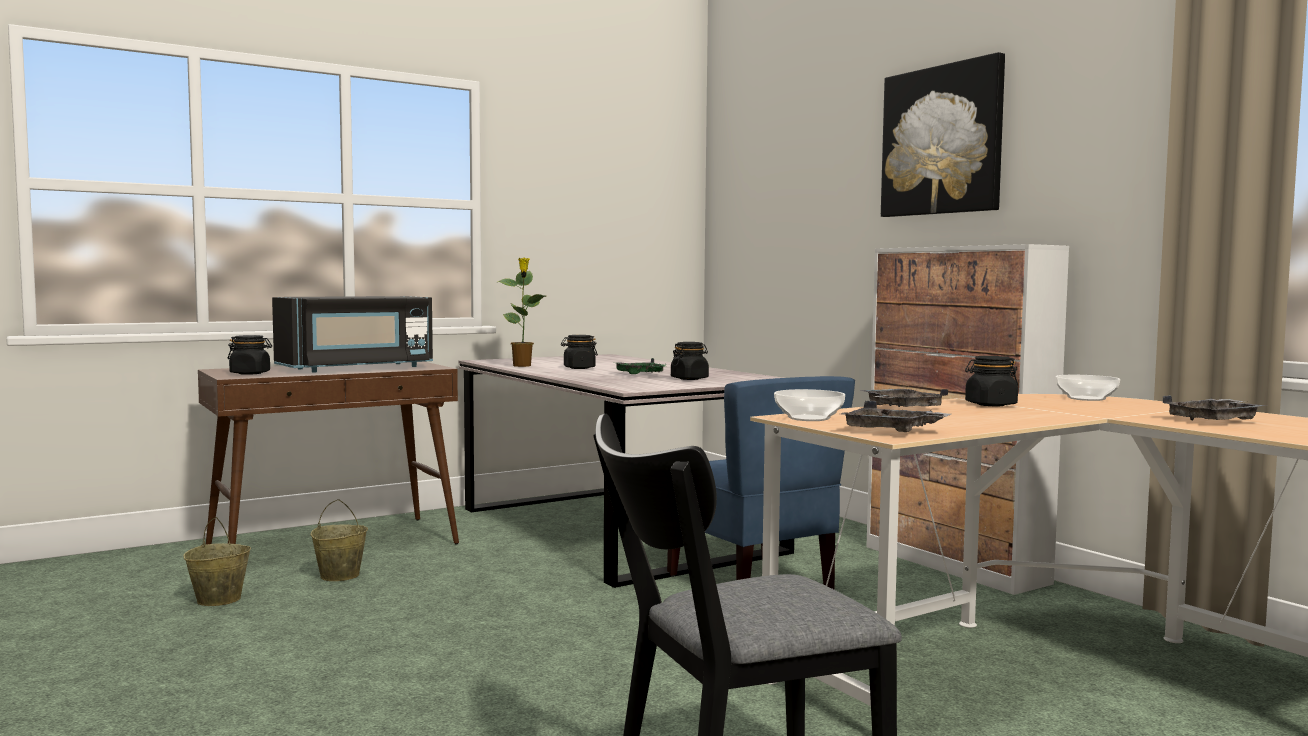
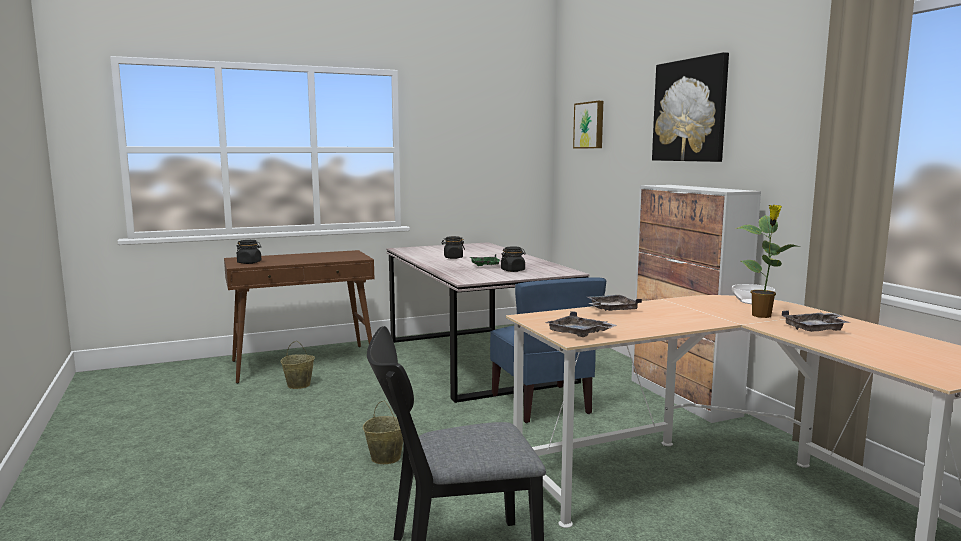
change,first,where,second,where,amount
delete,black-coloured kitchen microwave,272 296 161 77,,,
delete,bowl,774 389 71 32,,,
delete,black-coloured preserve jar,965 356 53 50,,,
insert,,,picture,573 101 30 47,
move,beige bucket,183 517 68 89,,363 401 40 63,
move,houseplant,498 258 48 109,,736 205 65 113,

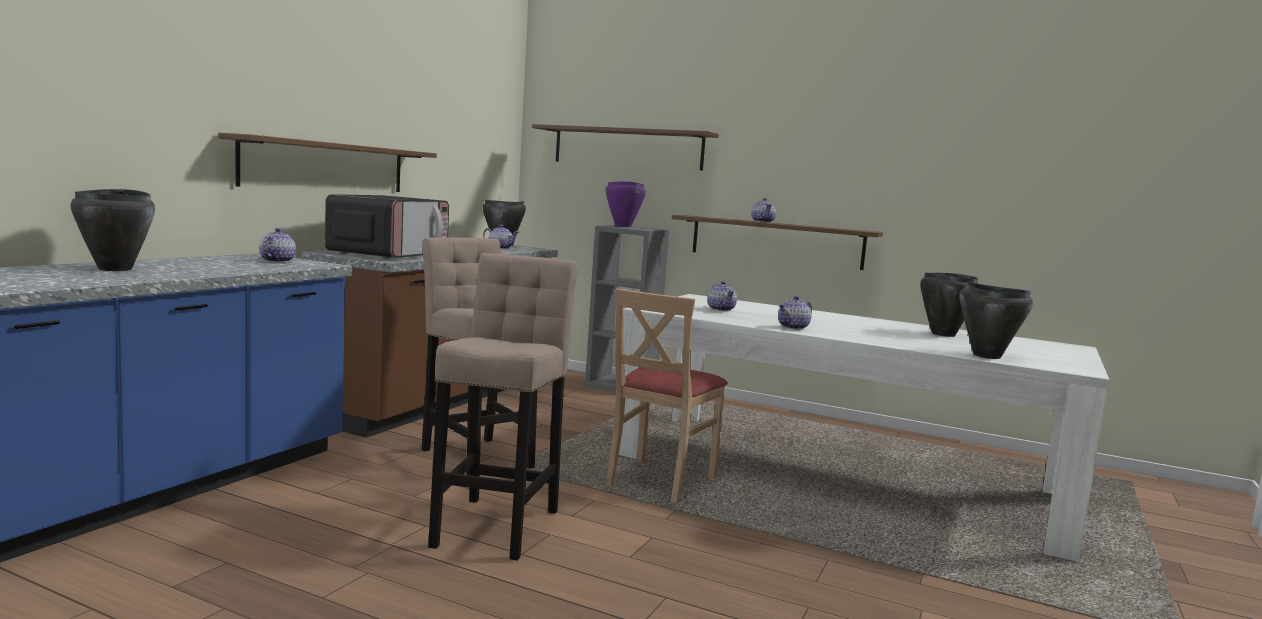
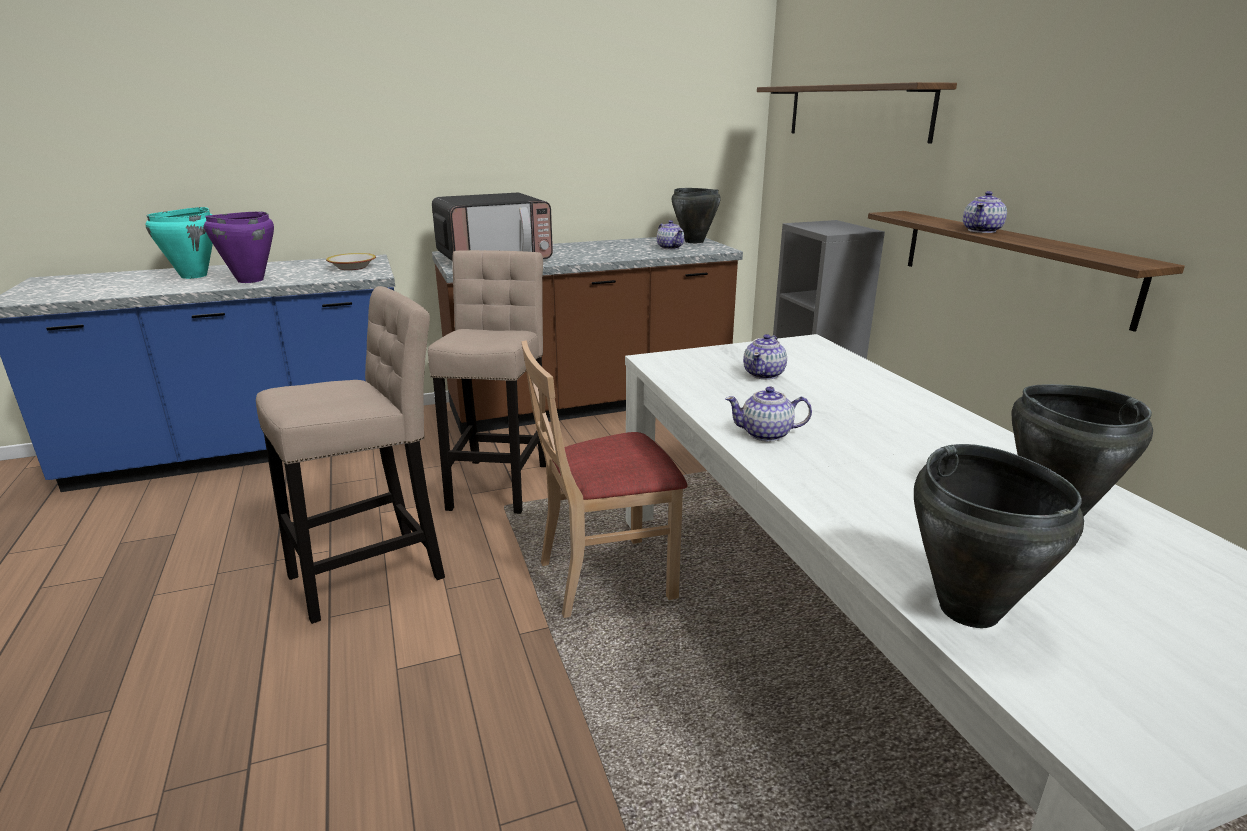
change,first,where,second,where,amount
delete,shelf,219 133 218 59,,,
move,purple saucepot,605 182 41 45,,204 211 70 72,
replace,pot for tea,259 228 37 34,bowl,326 253 50 17,
recolor,black-coloured saucepot,71 189 84 82,turquoise-coloured saucepot,145 207 68 72,

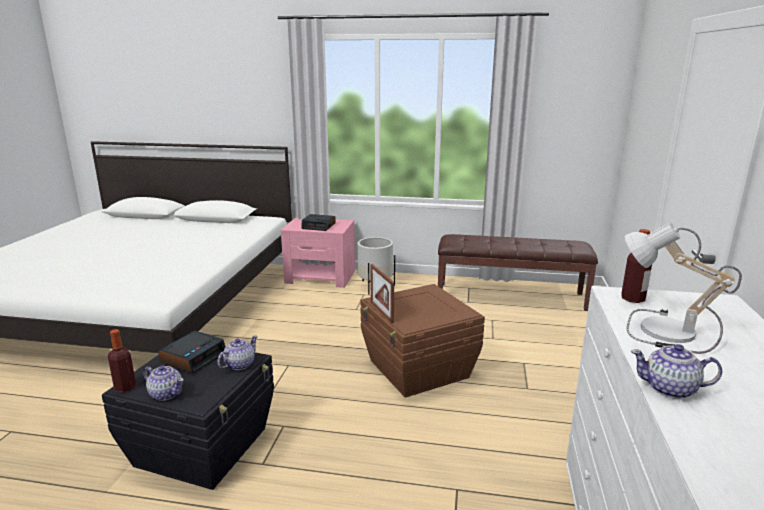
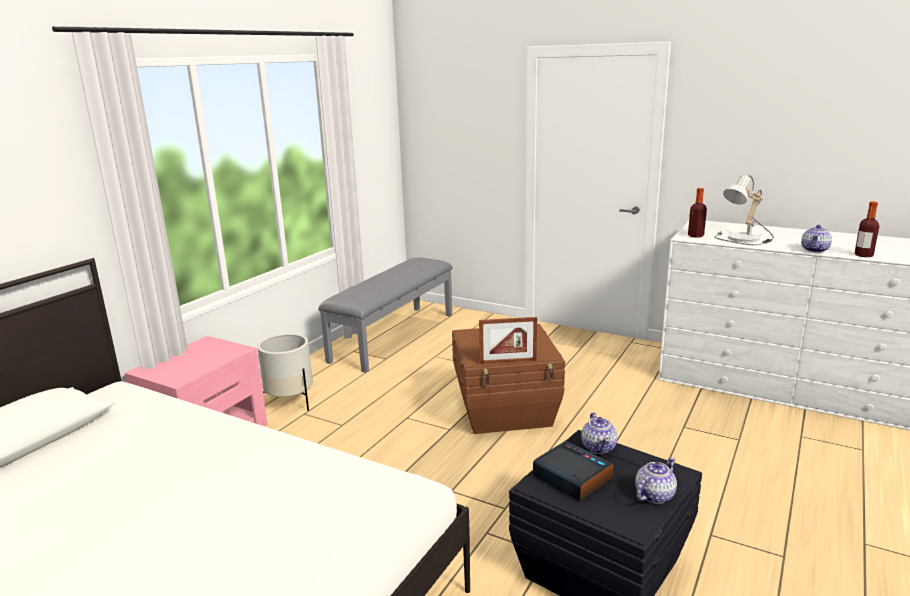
change,first,where,second,where,amount
delete,alarm clock,301 214 35 17,,,
move,drink bottle,108 329 28 63,,855 202 24 55,
recolor,brown-coloured indoor bench,438 234 160 77,grey indoor bench,318 258 135 115,
rotate,pot for tea,217 336 41 34,,581 412 37 42,150 degrees counterclockwise

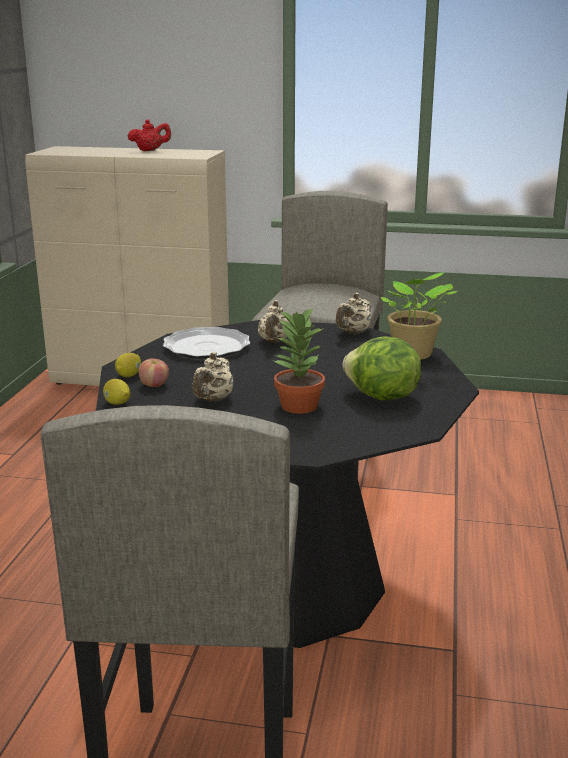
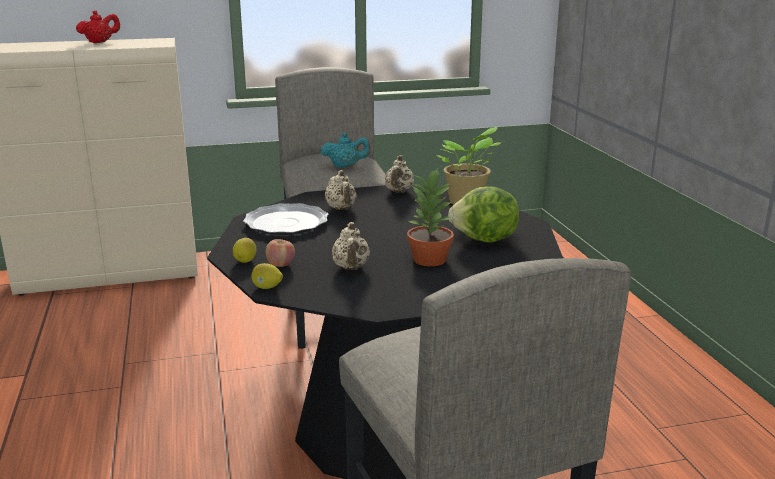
change,first,where,second,where,amount
insert,,,turquoise-coloured pot for tea,321 133 50 35,

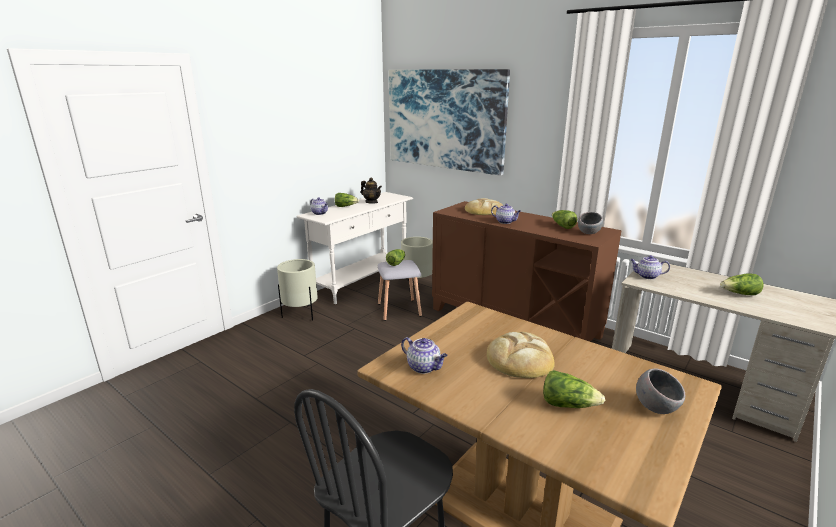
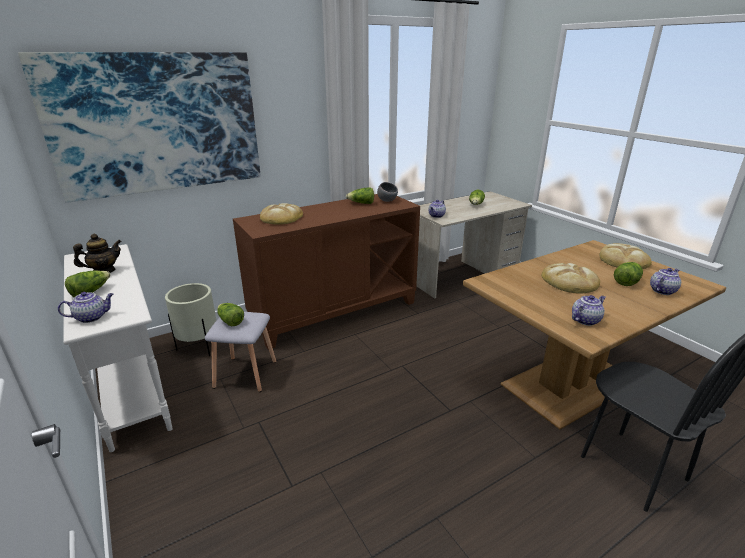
change,first,where,second,where,amount
delete,beige plant pot,277 259 41 62,,,
move,pot for tea,491 204 30 20,,650 268 31 27,
replace,grey bowl,636 368 49 46,baked bread,599 243 53 26,

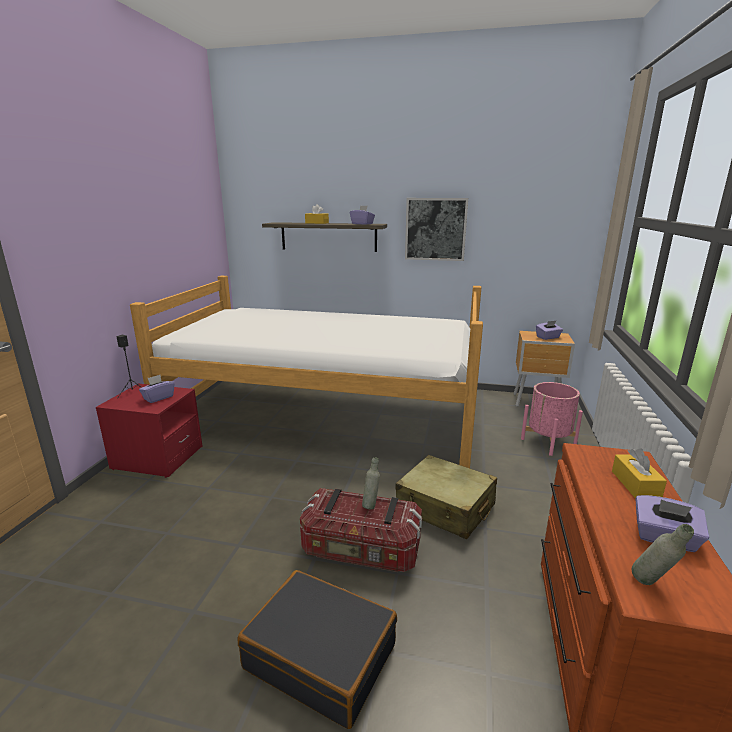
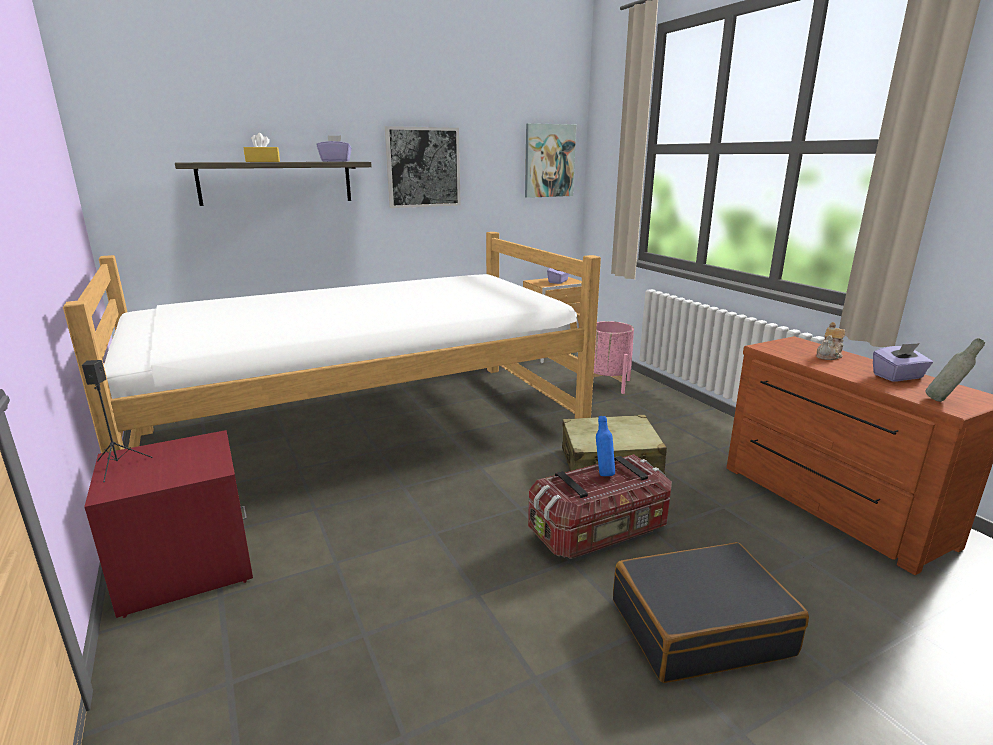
change,first,where,second,where,amount
delete,purple box of tissues,139 375 36 28,,,
insert,,,picture,525 123 51 75,
replace,yellow-coloured box of tissues,612 448 55 51,pot for tea,816 322 29 38,
recolor,grey drink bottle,362 457 18 52,bluish drink bottle,596 415 19 61,

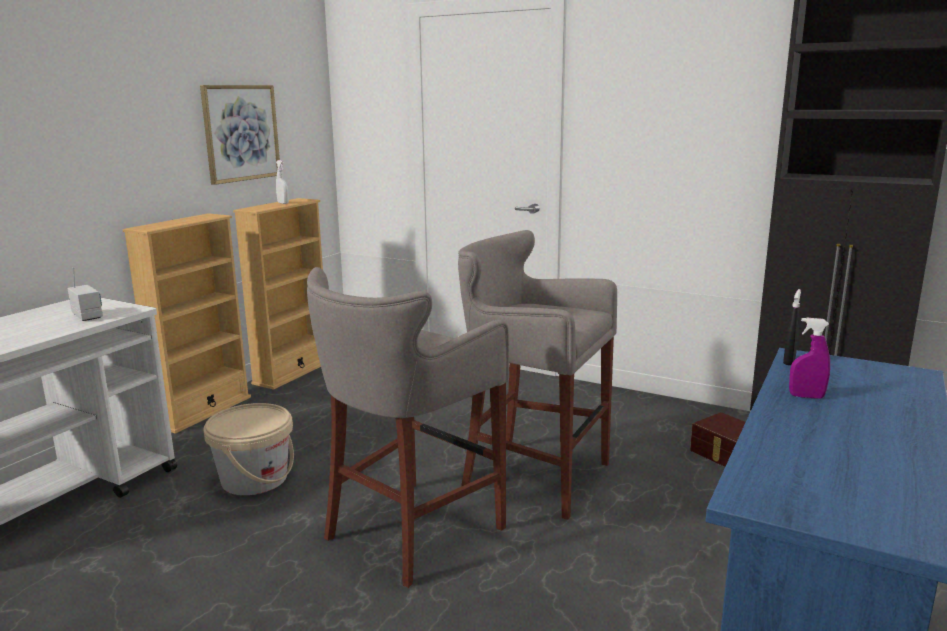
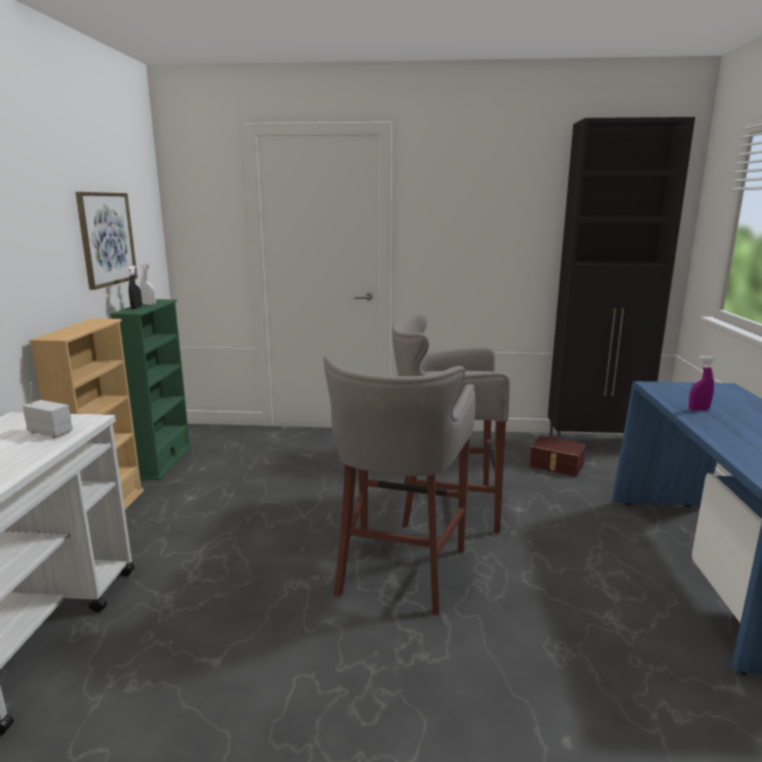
change,first,where,second,where,amount
delete,beige bucket,203 403 91 92,,,
move,black-coloured spray bottle,783 289 18 76,,128 265 14 44,
recolor,beige shelving unit,233 198 90 192,green-coloured shelving unit,110 299 82 181,

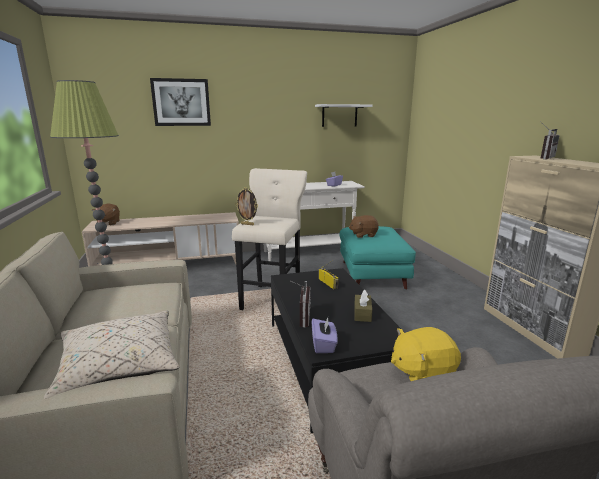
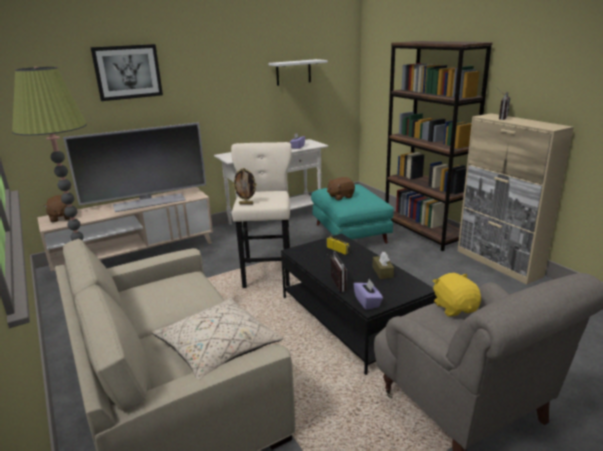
change,first,where,second,where,amount
insert,,,television,63 122 143 90,
insert,,,brown-coloured shelving unit,385 41 108 210,
rotate,yellow-coloured plush toy,391 327 70 54,,433 273 48 44,105 degrees clockwise

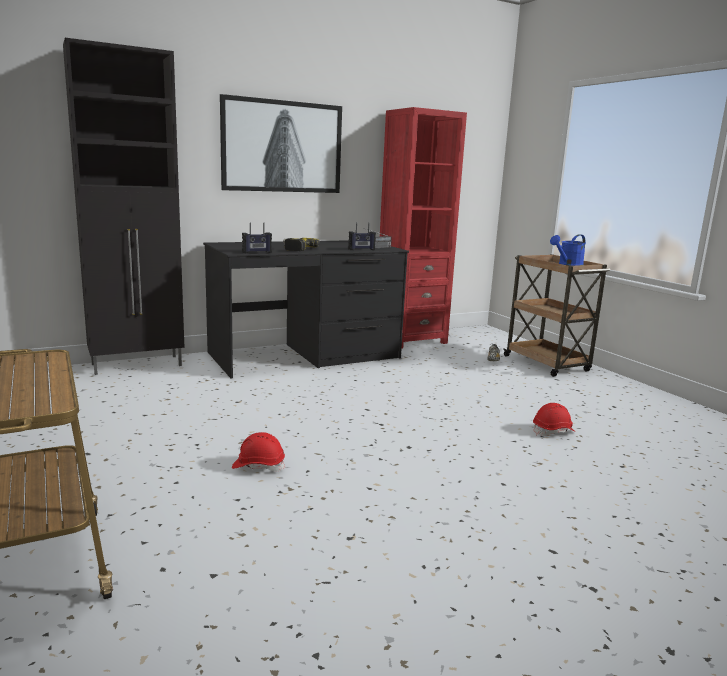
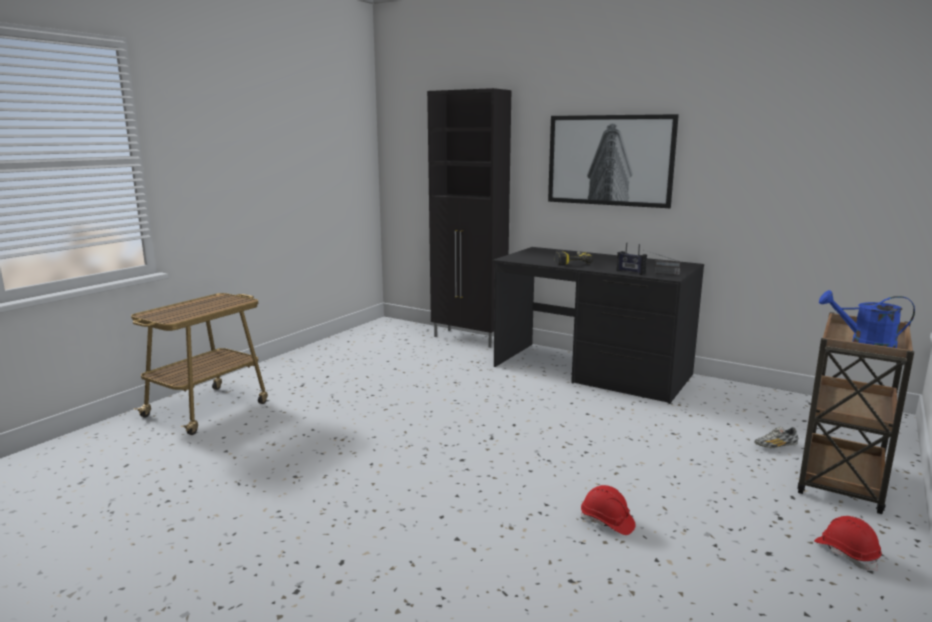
change,first,where,second,where,amount
delete,radio receiver,242 223 30 30,,,
delete,red-coloured shelving unit,380 107 87 242,,,
move,red-coloured hard hat,232 432 53 39,,814 516 68 55,

